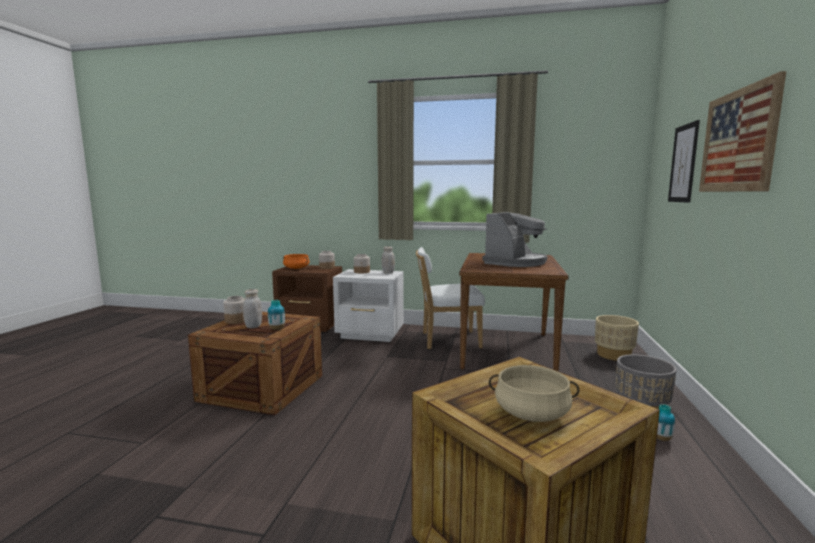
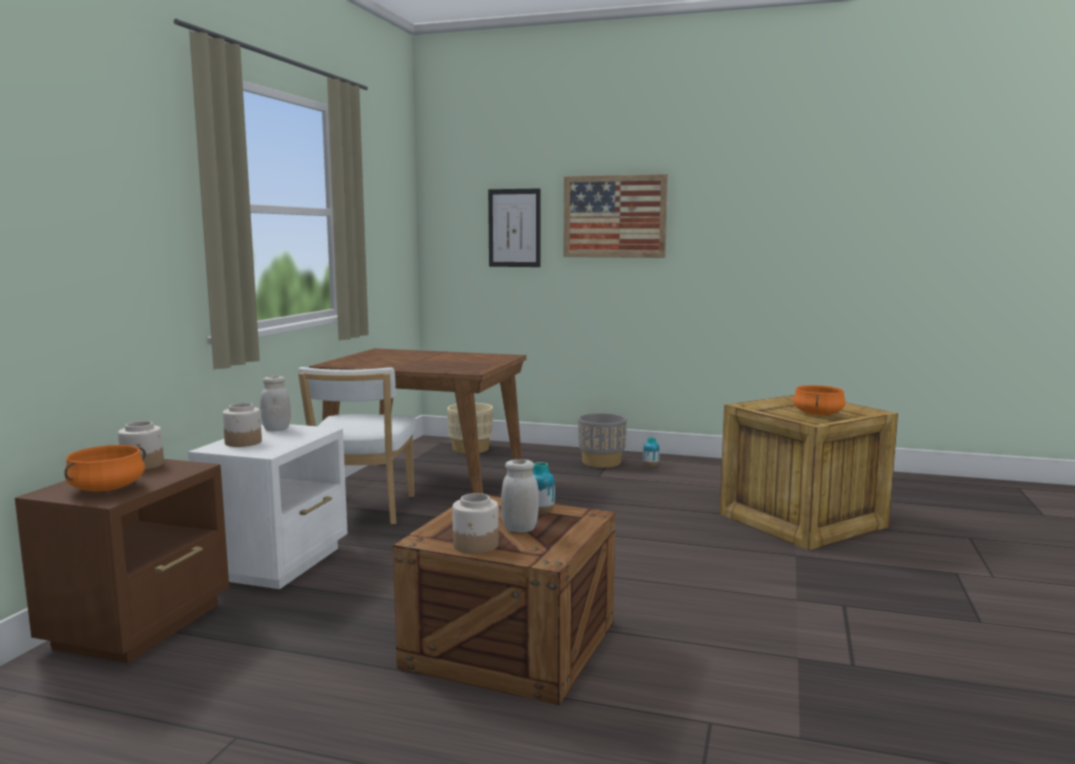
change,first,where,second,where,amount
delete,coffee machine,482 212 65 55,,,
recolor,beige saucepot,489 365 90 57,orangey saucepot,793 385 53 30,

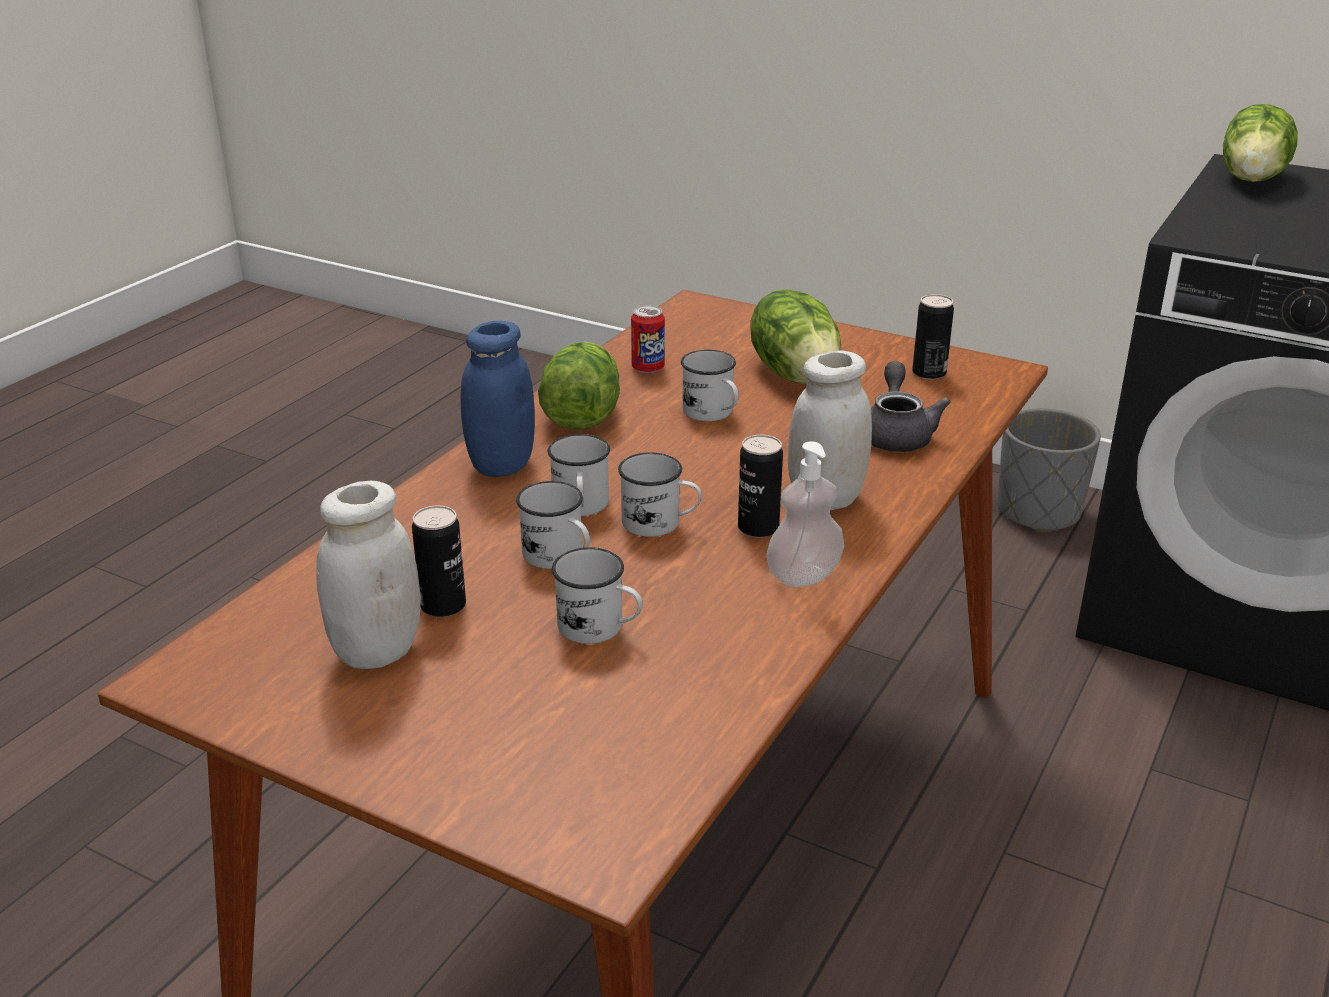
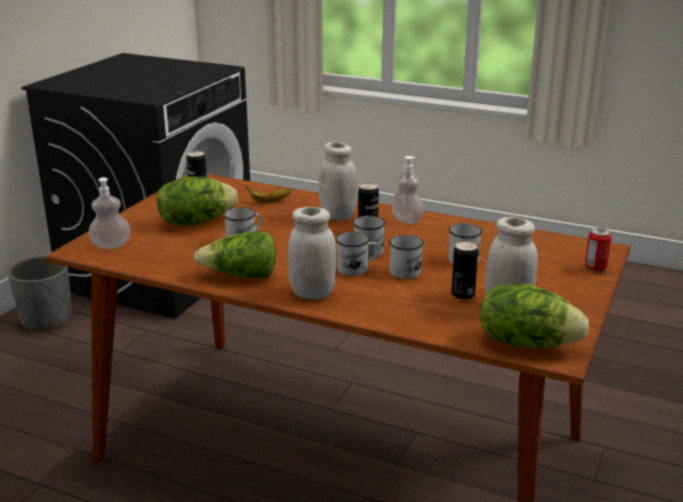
change,first,where,second,where,amount
insert,,,soap bottle,88 177 42 72,
move,can,631 306 34 67,,585 227 27 45,
move,lettuce head,1223 104 75 78,,480 284 109 65,
replace,grey pot for tea,871 361 80 91,banana,245 186 47 17,
recolor,bluish preserve jar,460 321 75 156,white-coloured preserve jar,287 207 49 93,

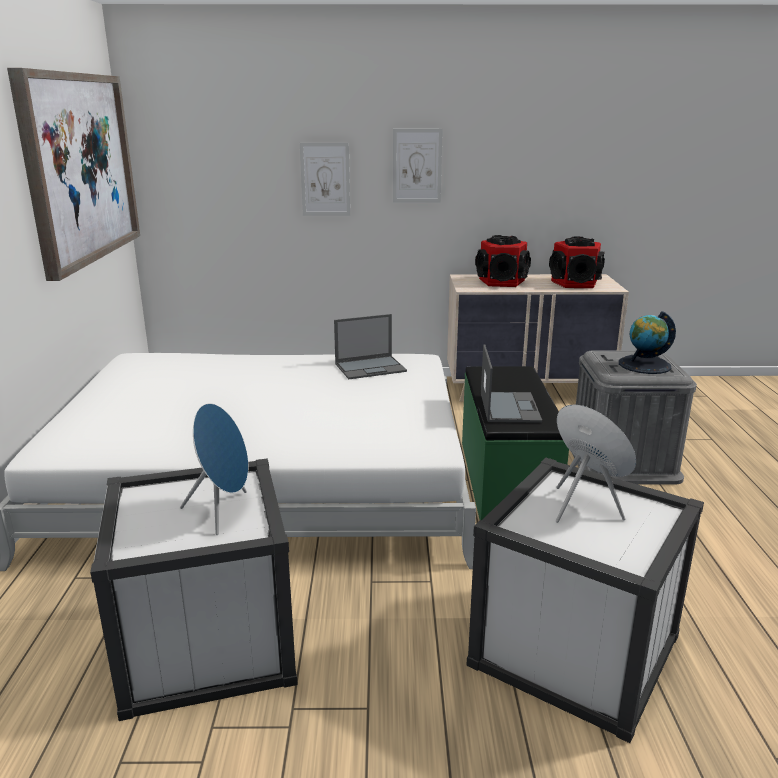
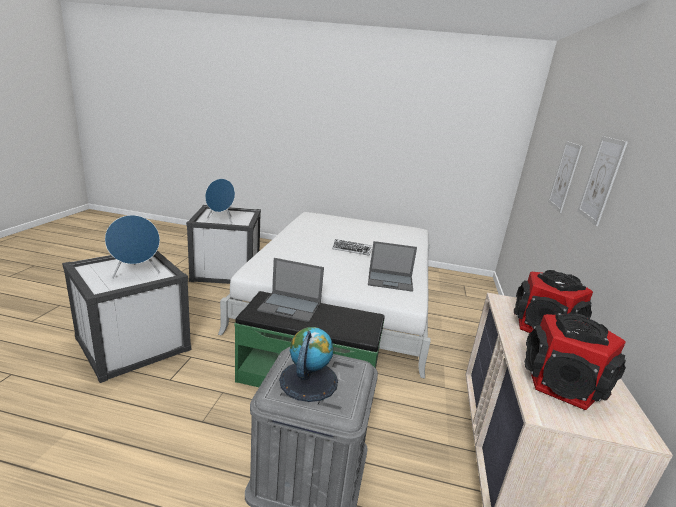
change,first,where,second,where,amount
delete,picture,7 68 133 213,,,
insert,,,computer keyboard,332 239 40 17,
rotate,notebook computer,334 314 73 65,,368 241 49 51,75 degrees counterclockwise

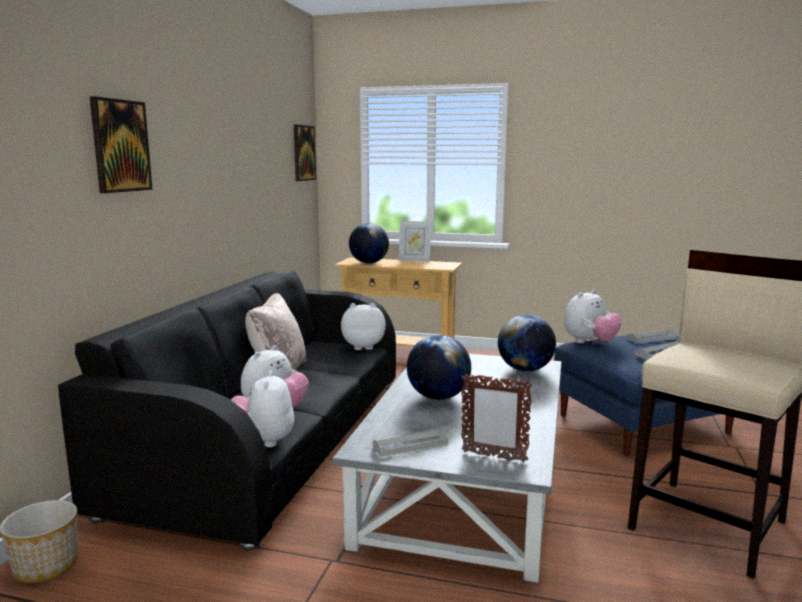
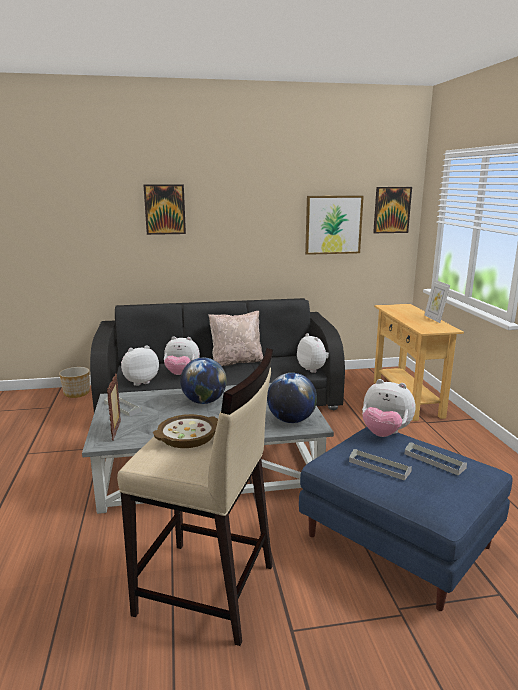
change,first,where,second,where,amount
delete,desk globe,349 223 40 40,,,
insert,,,bowl,153 414 65 34,
insert,,,picture,305 196 59 59,

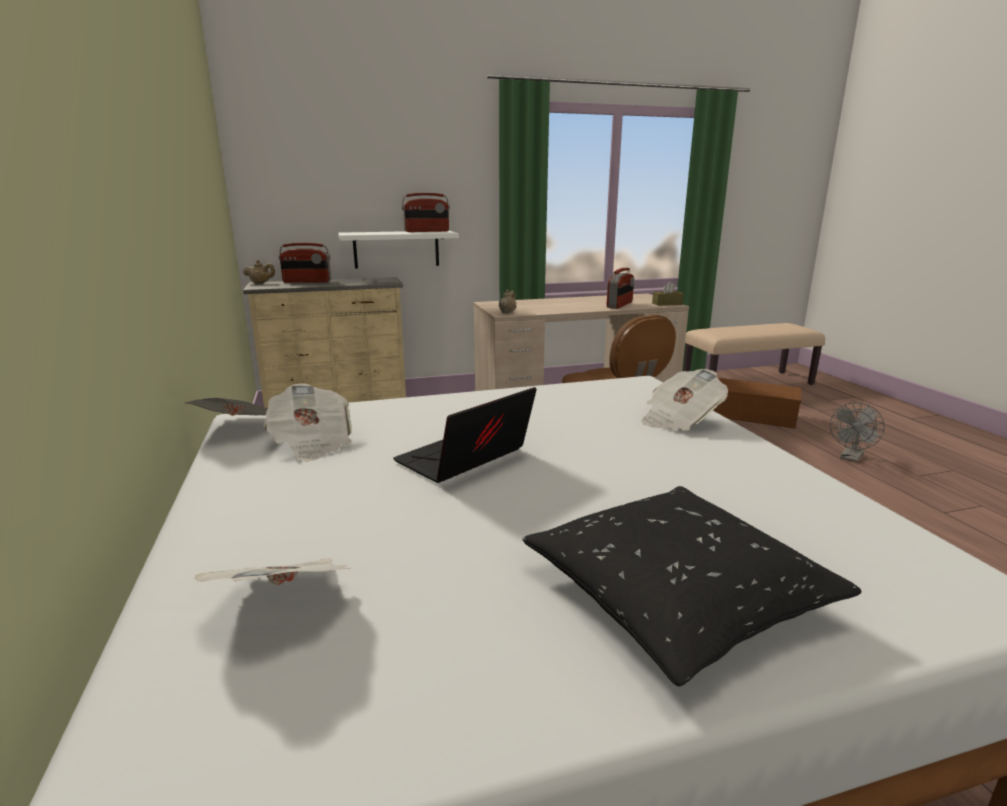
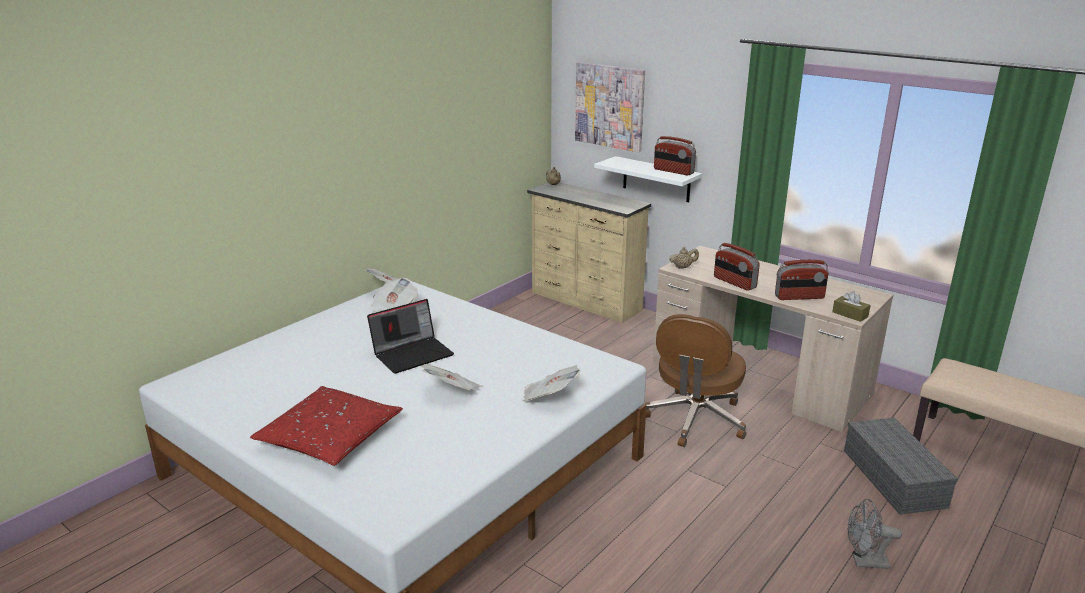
change,first,where,second,where,amount
insert,,,picture,575 62 70 90,
move,daily paper,194 558 156 27,,421 365 63 25,
move,radio receiver,279 243 52 40,,714 243 46 48,
recolor,black-coloured pillow,522 486 339 200,red-coloured pillow,250 386 153 80,
recolor,brown-coloured storage bin,713 378 88 51,grey storage bin,844 418 114 97,
rotate,notebook computer,393 387 143 96,,367 299 87 75,135 degrees clockwise

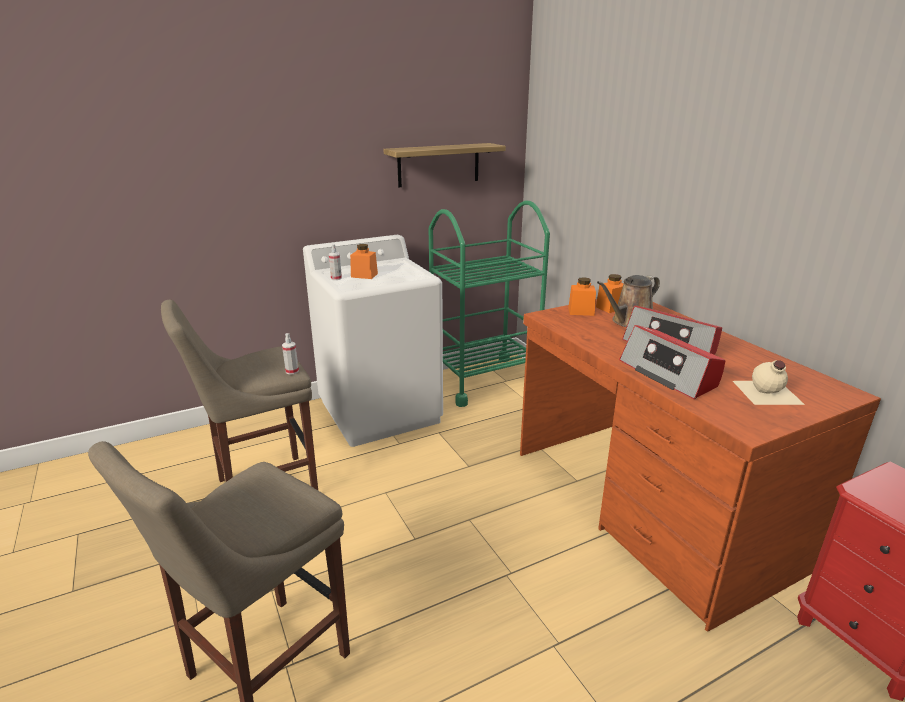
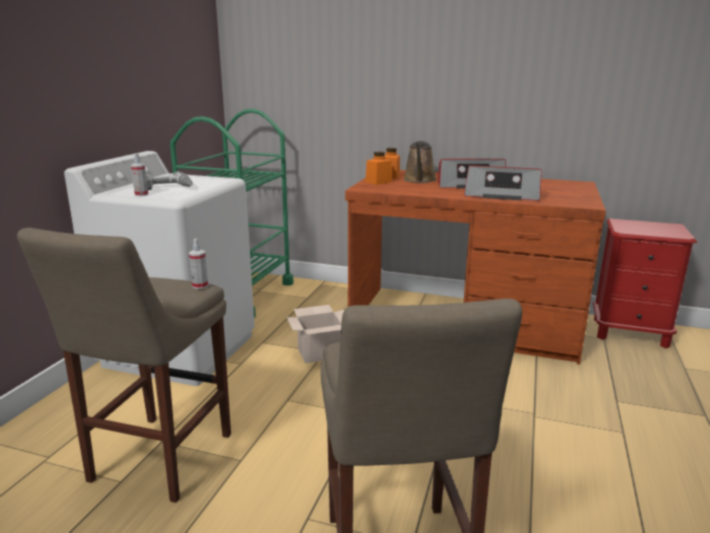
change,first,where,second,where,amount
delete,shelf,383 143 123 44,,,
delete,beige drink bottle,733 360 72 45,,,
insert,,,cardboard box,287 305 57 59,
replace,orangey preserve jar,350 244 28 35,power drill,146 171 47 19,

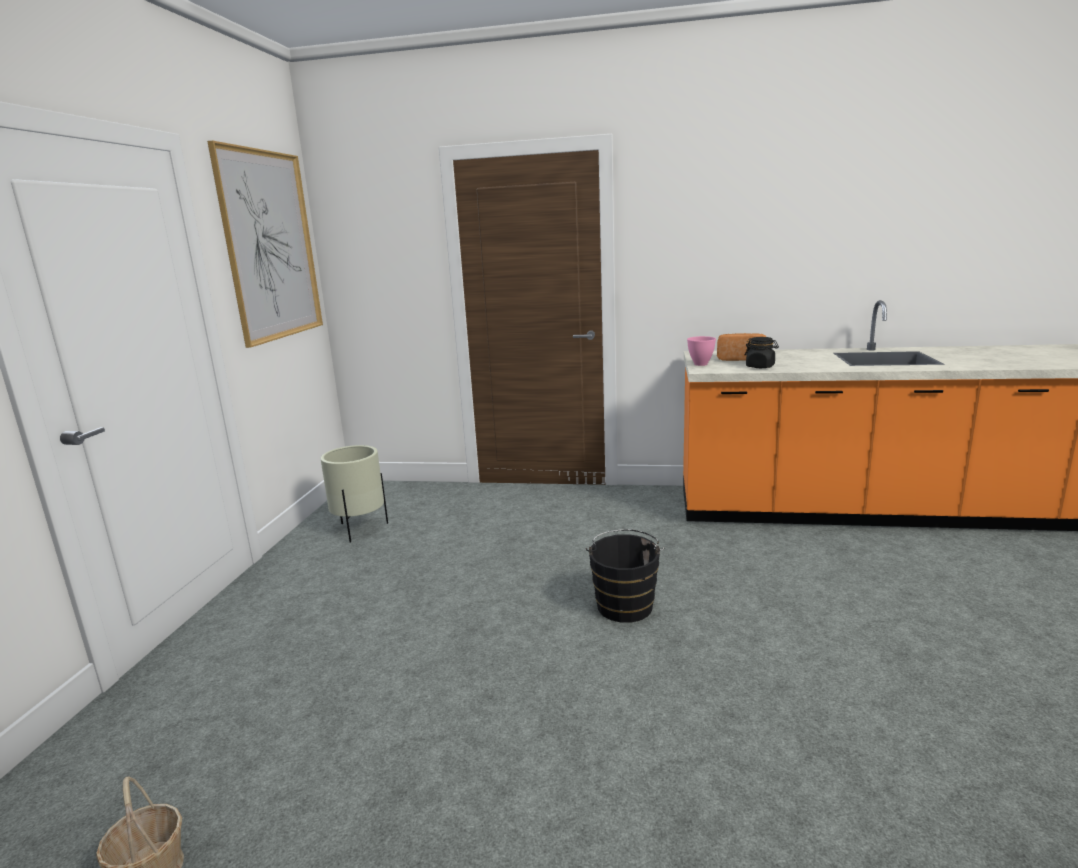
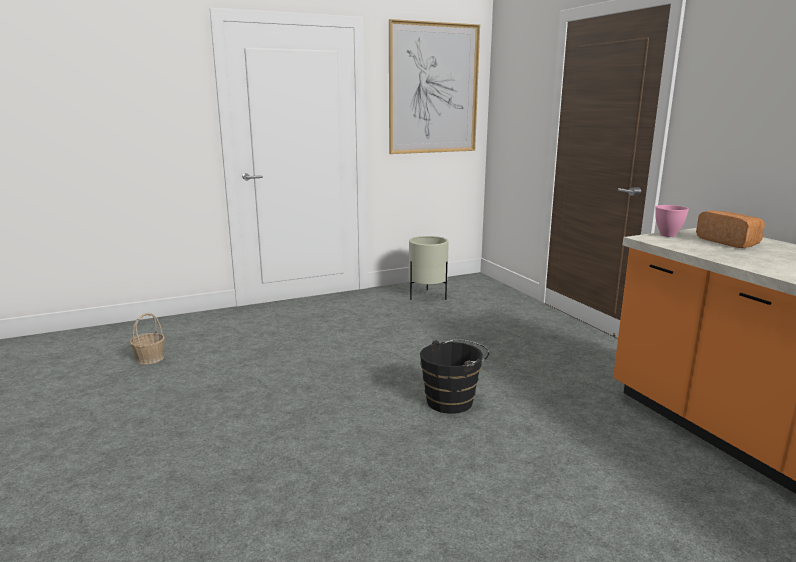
change,first,where,second,where,amount
delete,black-coloured preserve jar,745 337 34 31,,,

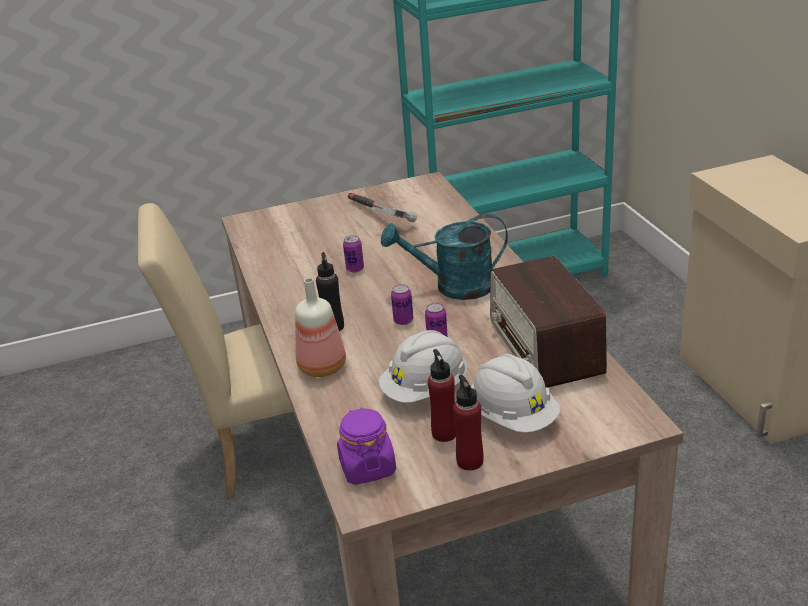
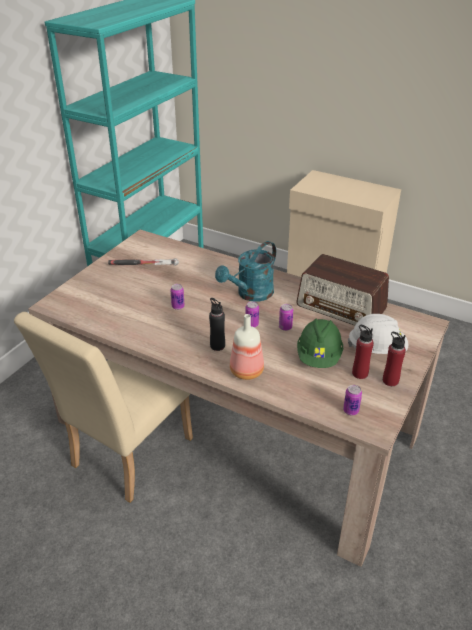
change,first,where,second,where,amount
replace,purple preserve jar,337 408 59 77,can,343 385 19 30,
recolor,white-coloured hard hat,379 330 89 73,green-coloured hard hat,297 319 46 49,

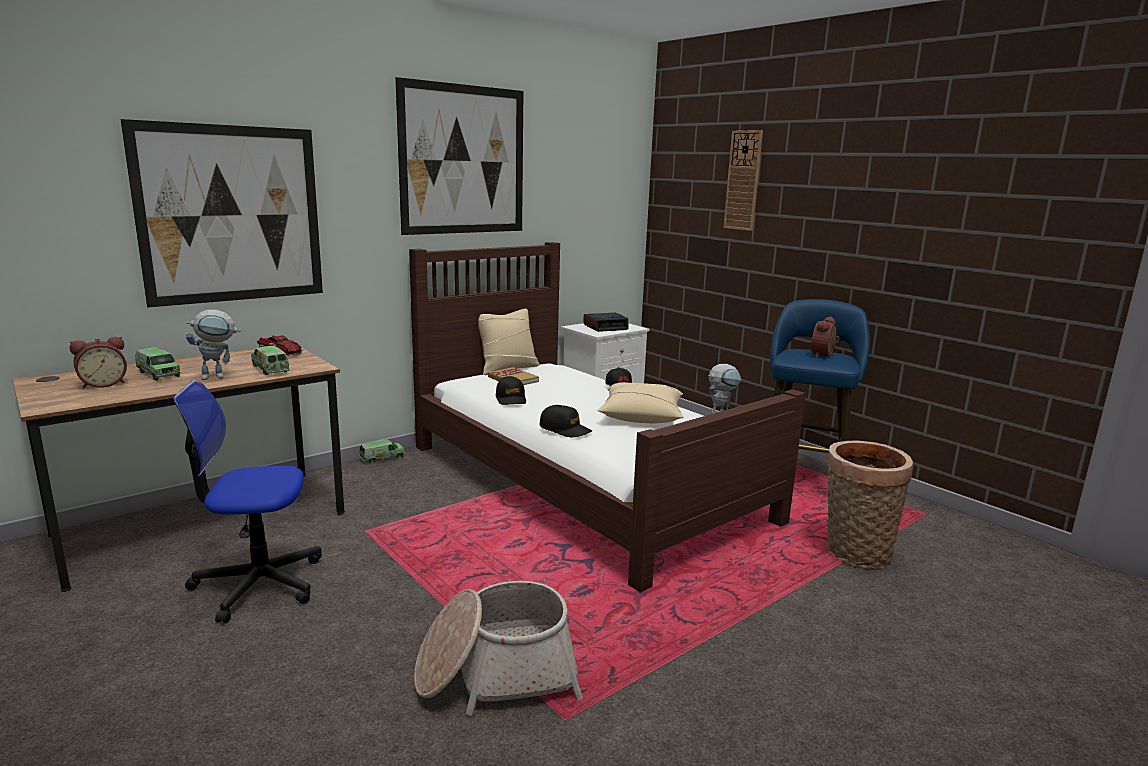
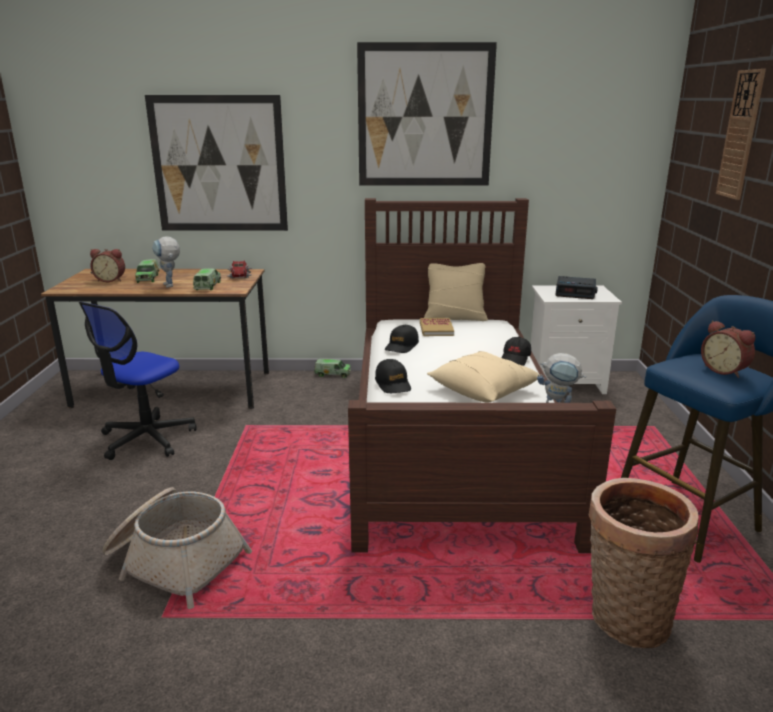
change,first,where,second,where,amount
rotate,computer chair,173 380 149 243,,79 302 118 158,90 degrees counterclockwise
rotate,toy robot,186 310 54 70,,152 236 28 52,45 degrees clockwise
rotate,alarm clock,811 317 28 40,,701 321 54 57,105 degrees counterclockwise

